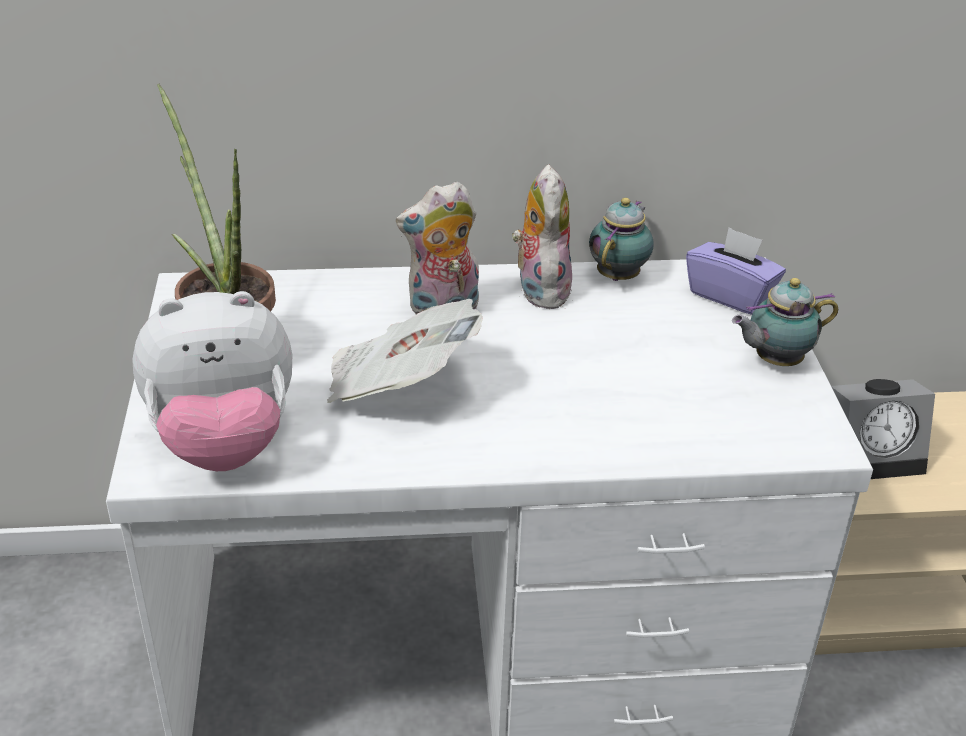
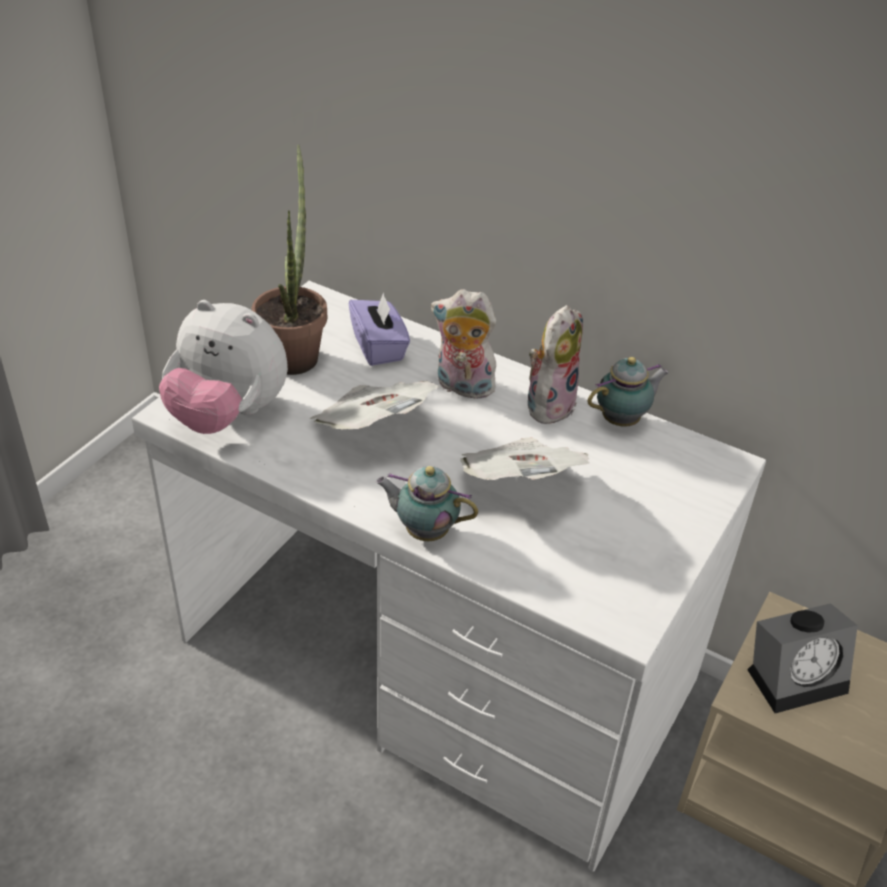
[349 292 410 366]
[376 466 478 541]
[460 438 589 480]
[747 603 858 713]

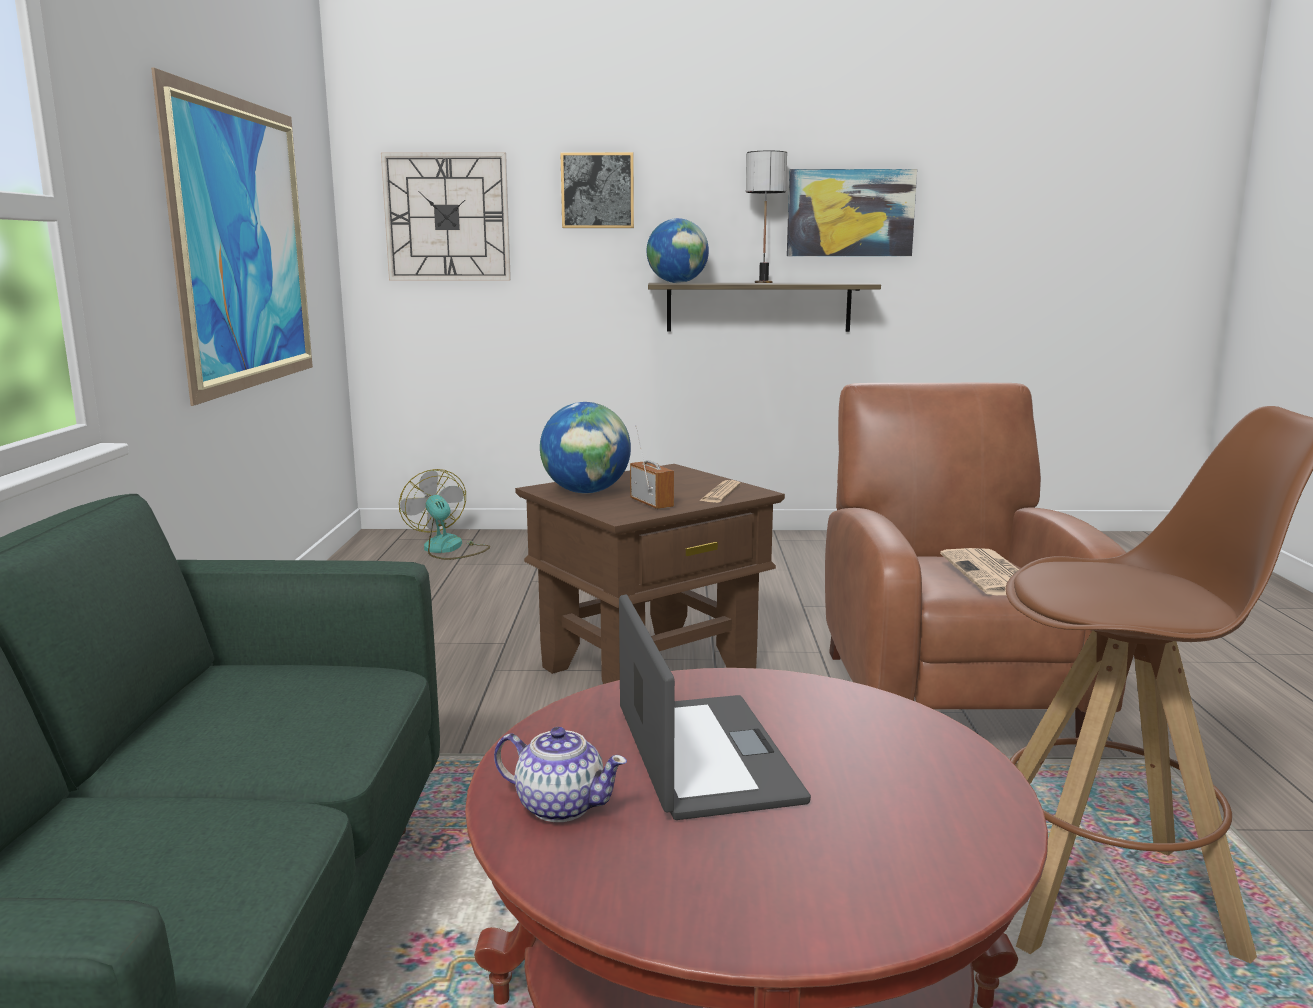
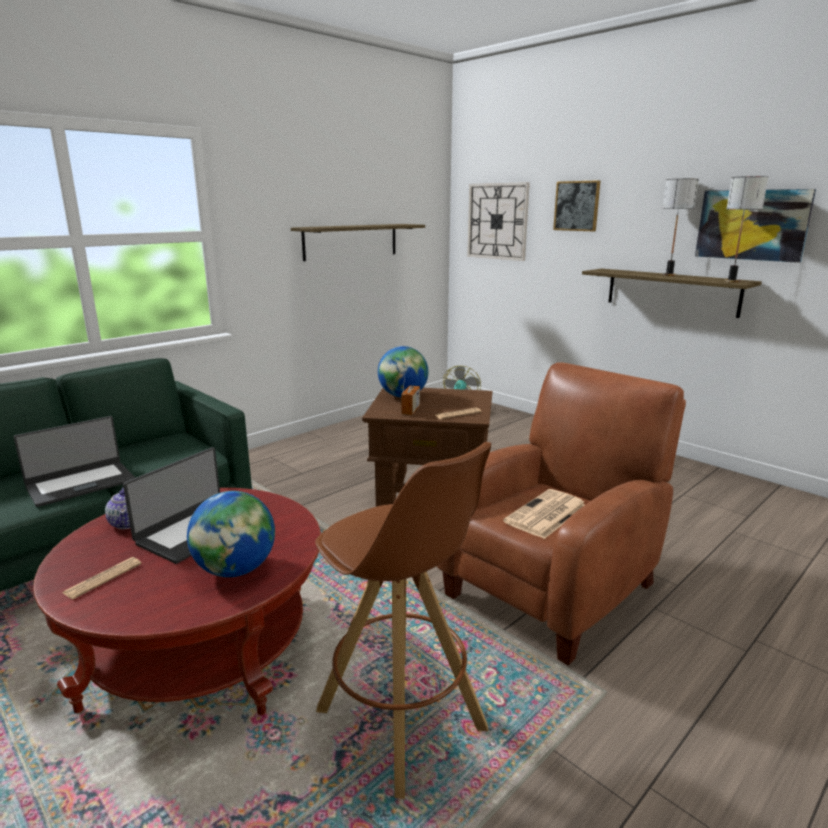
[14 416 135 507]
[62 557 142 599]
[187 491 275 577]
[291 224 425 261]
[724 176 768 283]

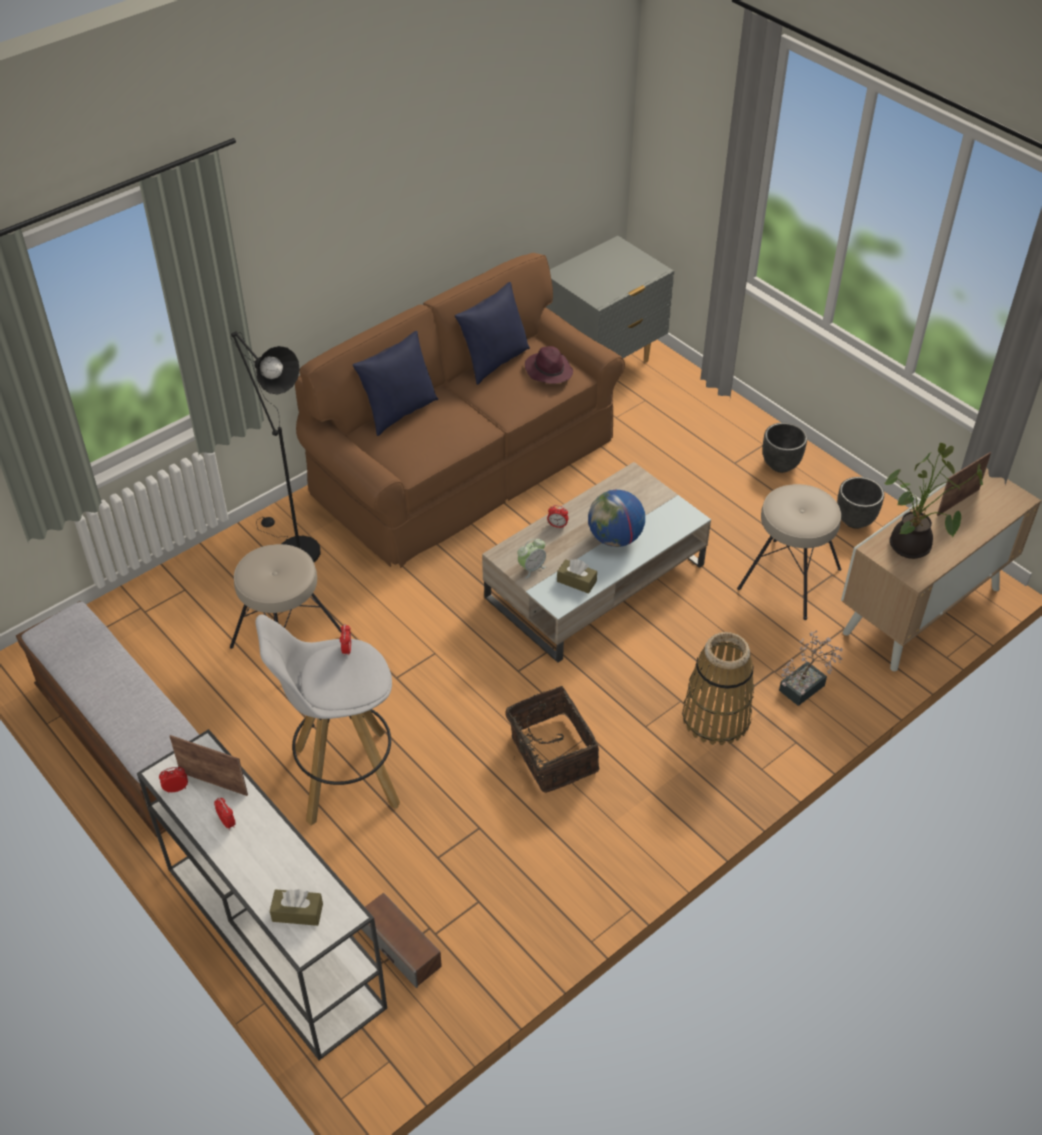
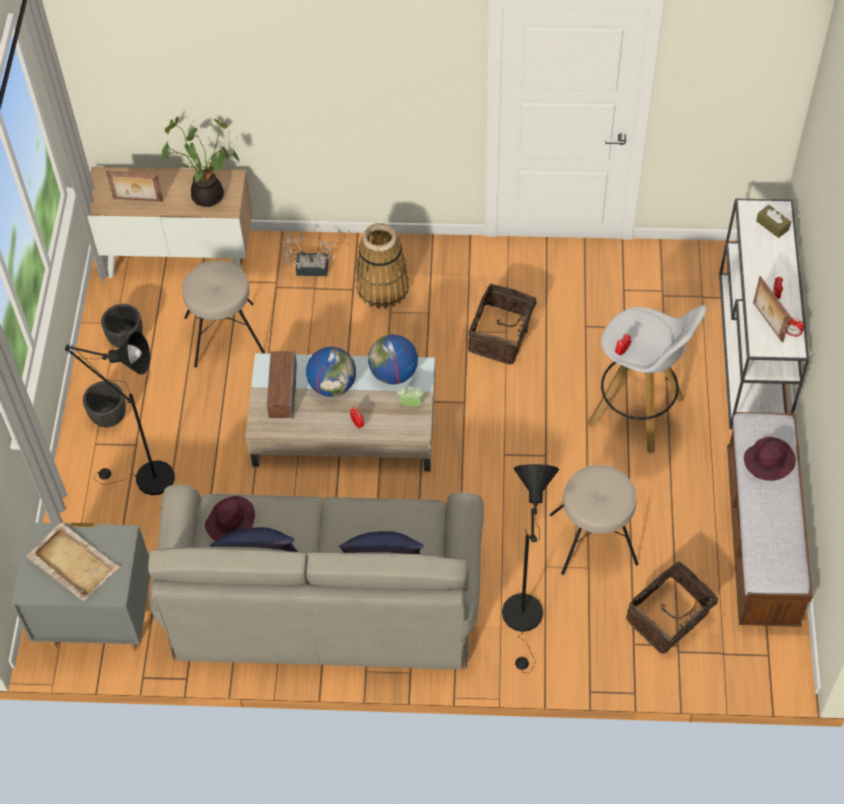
[26 522 120 601]
[65 331 175 495]
[148 484 484 669]
[267 351 297 419]
[368 334 418 384]
[626 561 725 654]
[744 437 796 481]

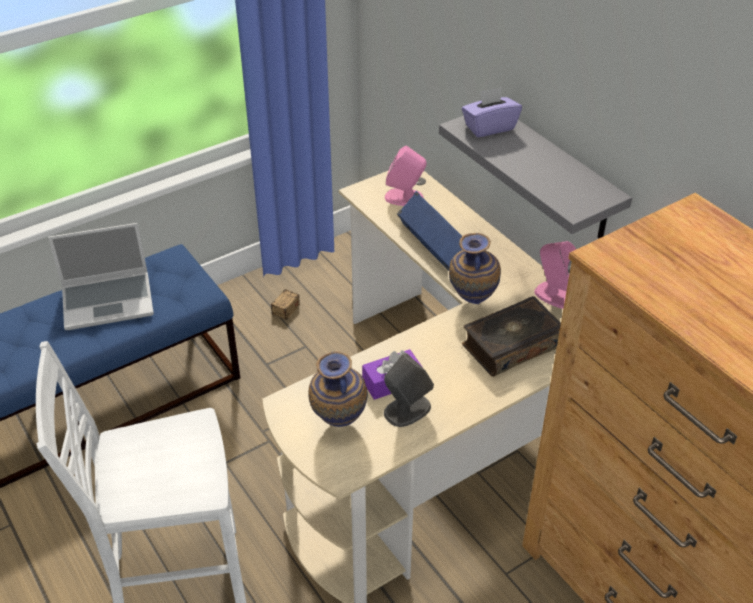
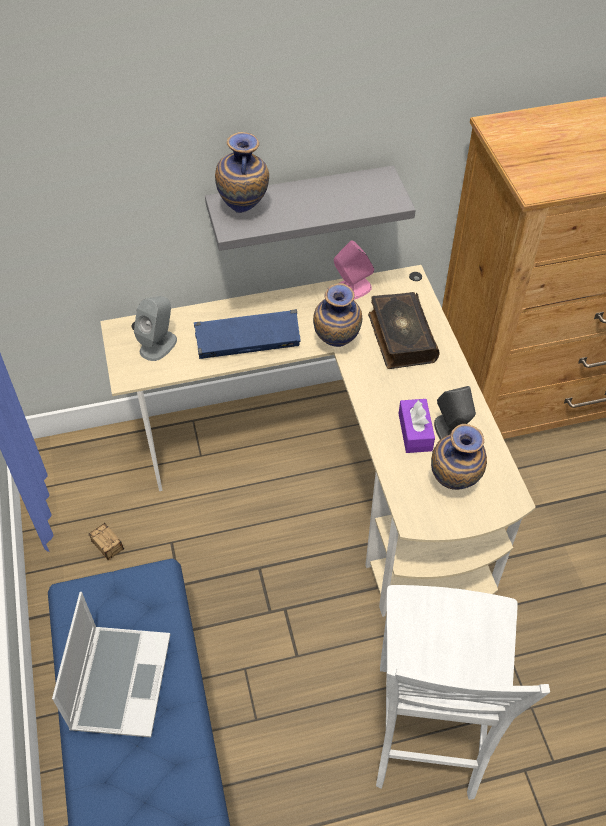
[134 296 177 361]
[215 132 269 213]

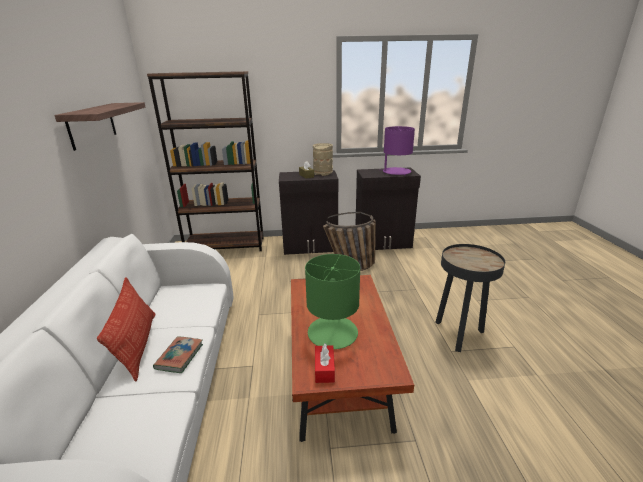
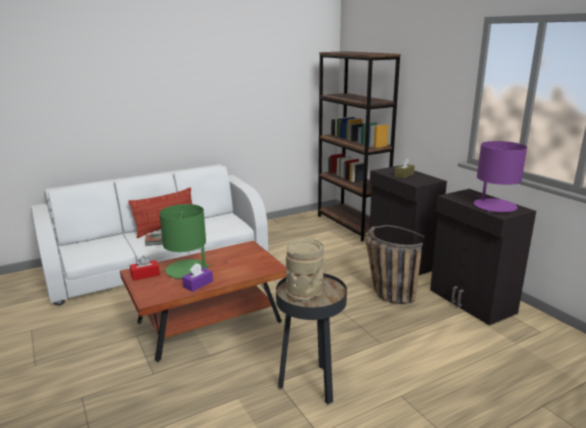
[182 263 213 292]
[286 238 324 301]
[54 102 146 151] (first image)

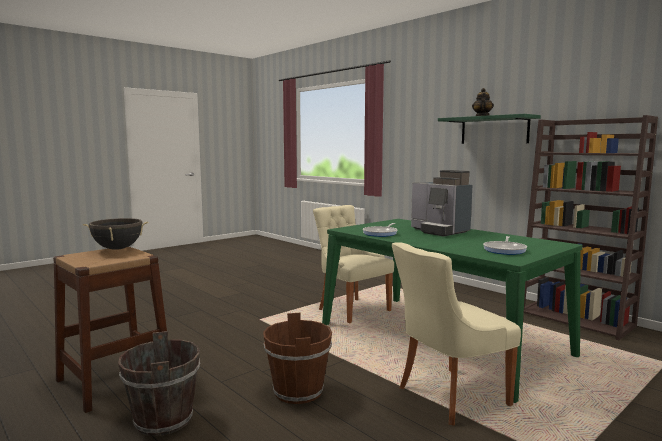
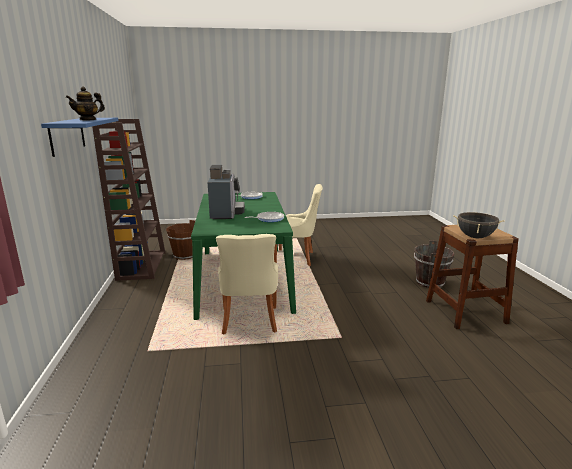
[41 118 118 157]
[166 220 195 260]

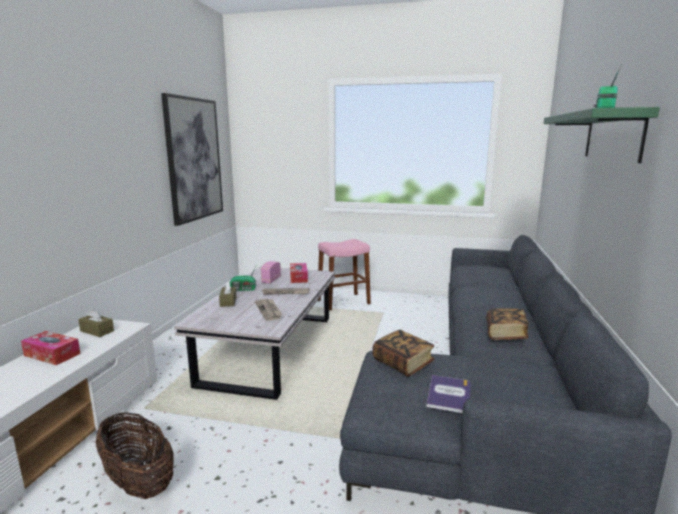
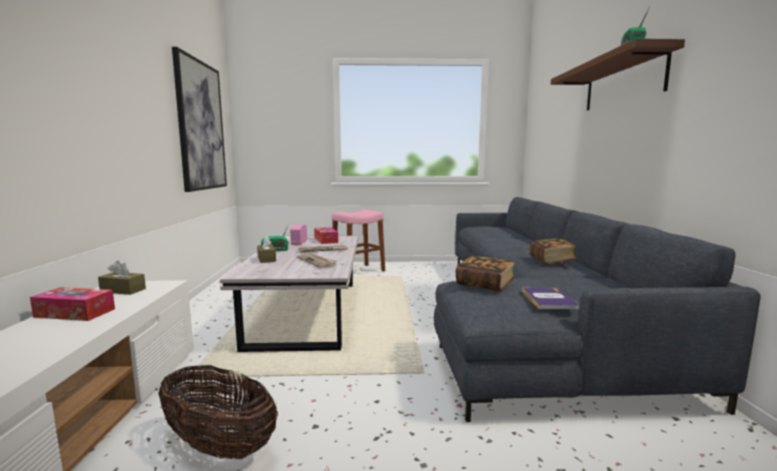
[551 39 685 111]

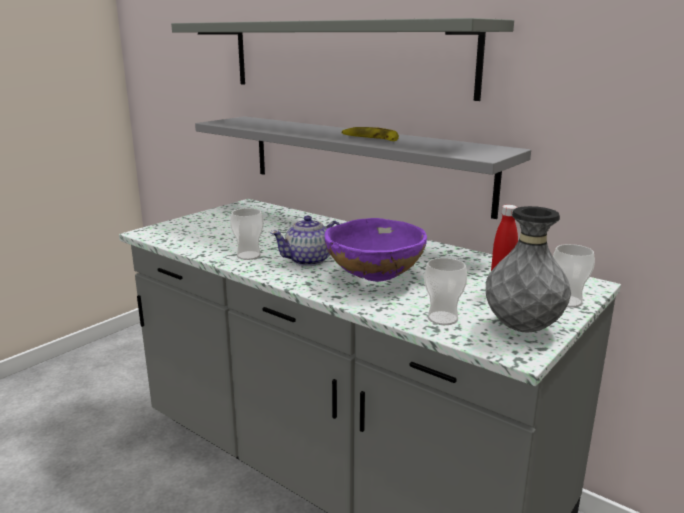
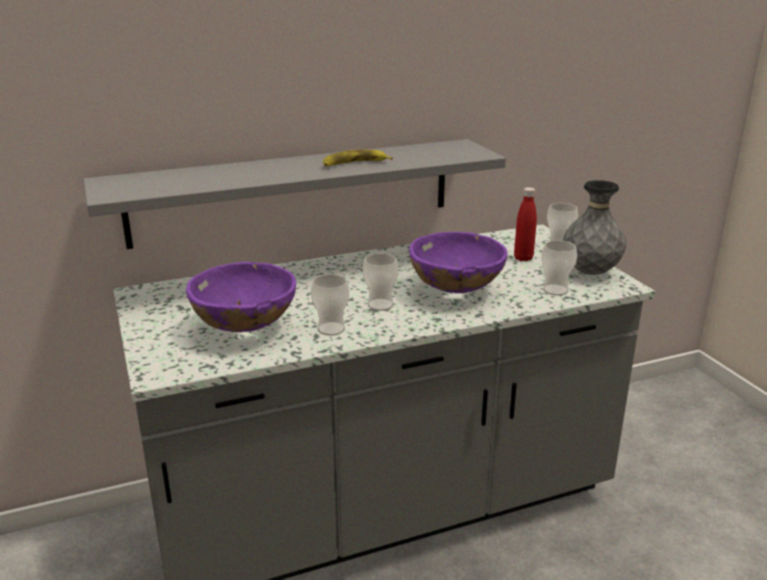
[186 262 296 332]
[363 253 399 311]
[171 18 514 101] (first image)

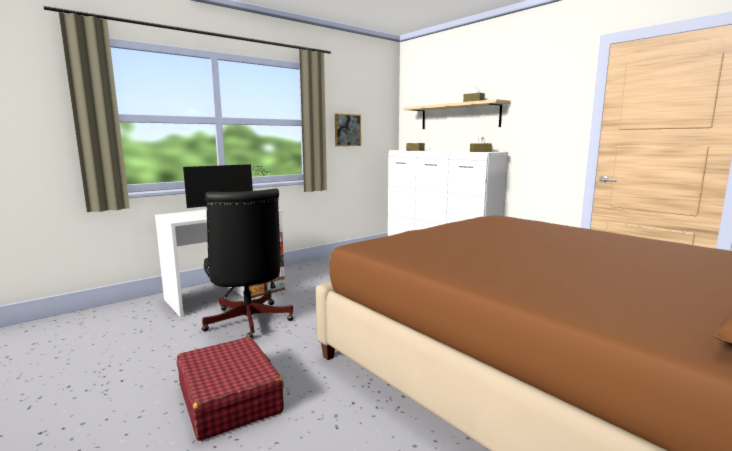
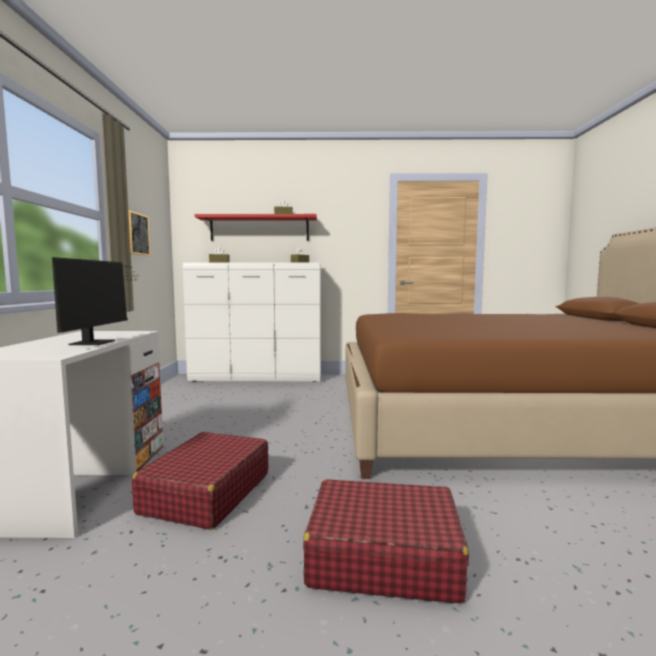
[132 432 268 530]
[194 214 317 241]

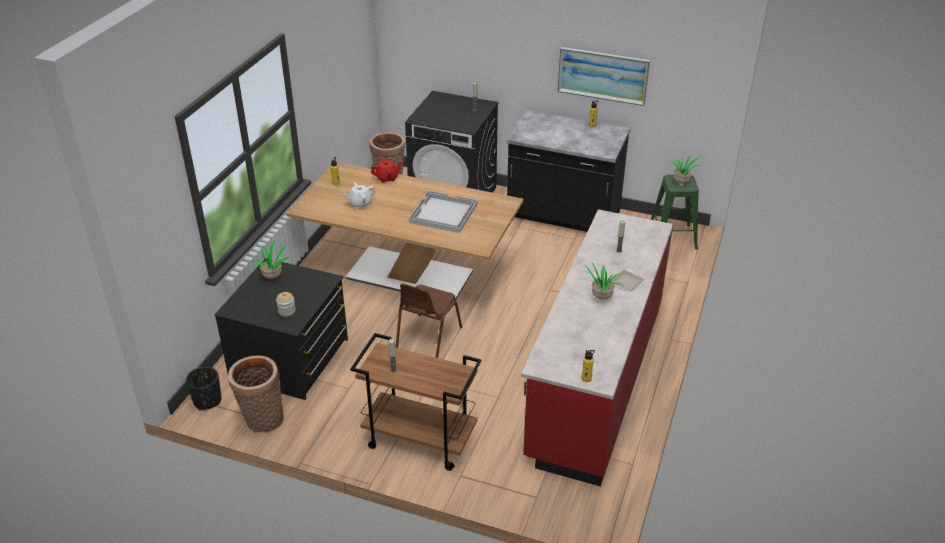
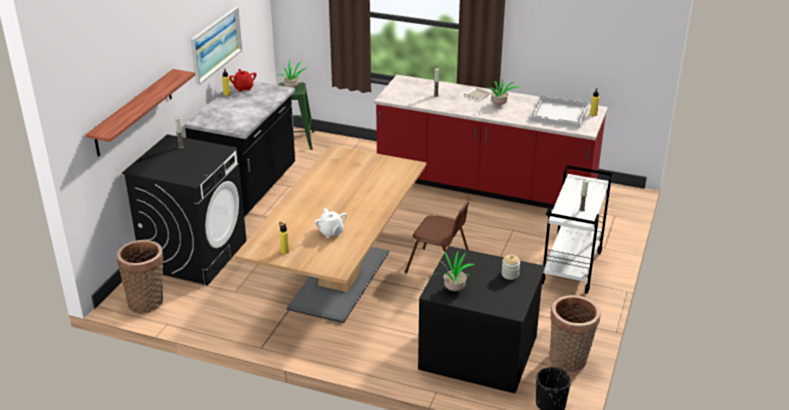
[86 69 195 157]
[229 69 256 92]
[530 95 589 128]
[542 165 613 294]

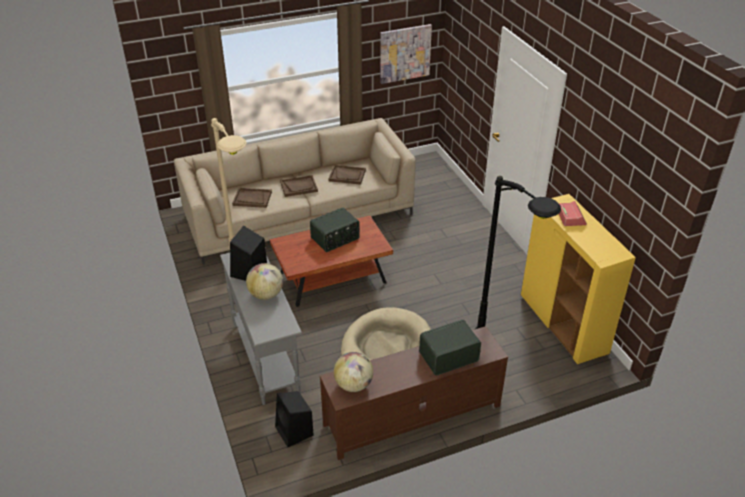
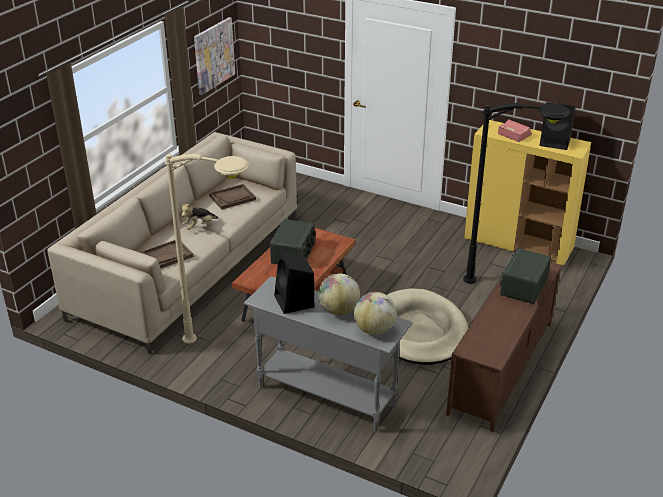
[181 204 218 230]
[354 292 397 335]
[540 102 576 150]

